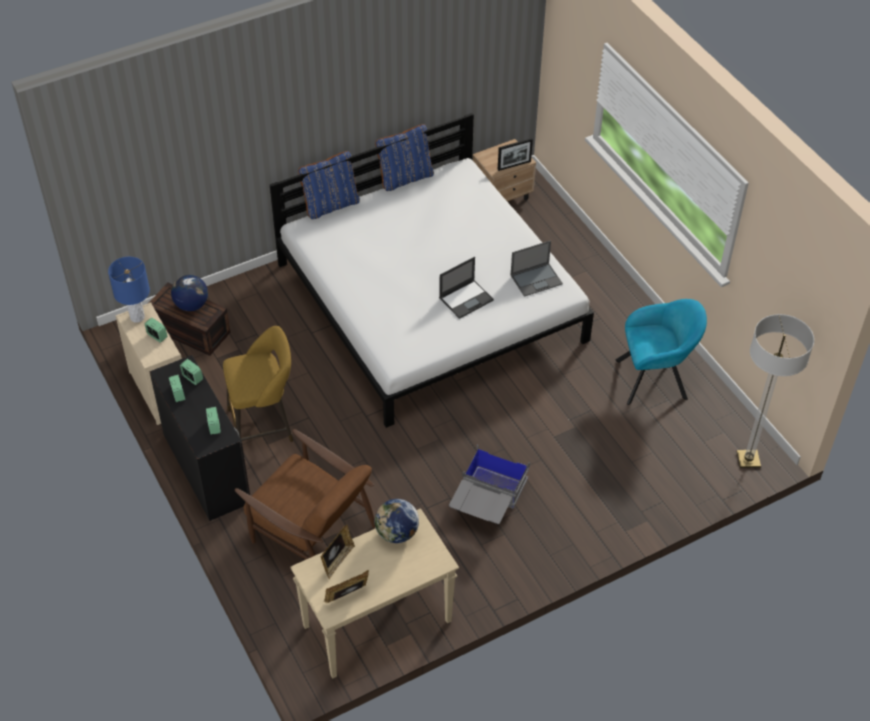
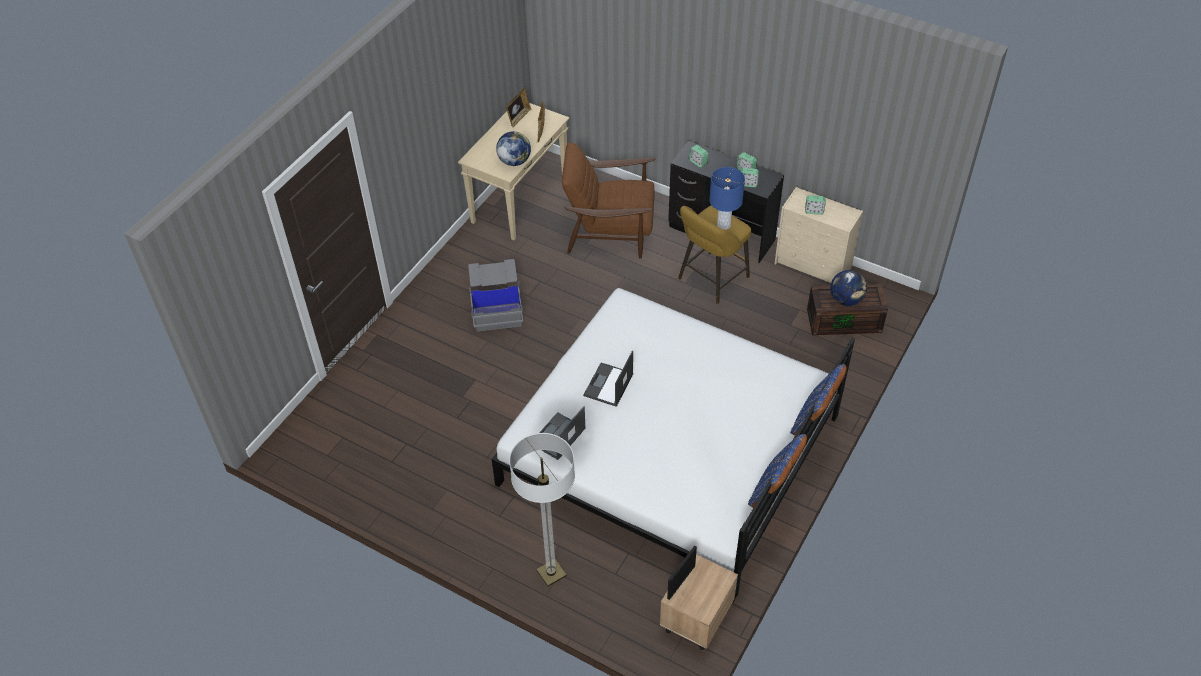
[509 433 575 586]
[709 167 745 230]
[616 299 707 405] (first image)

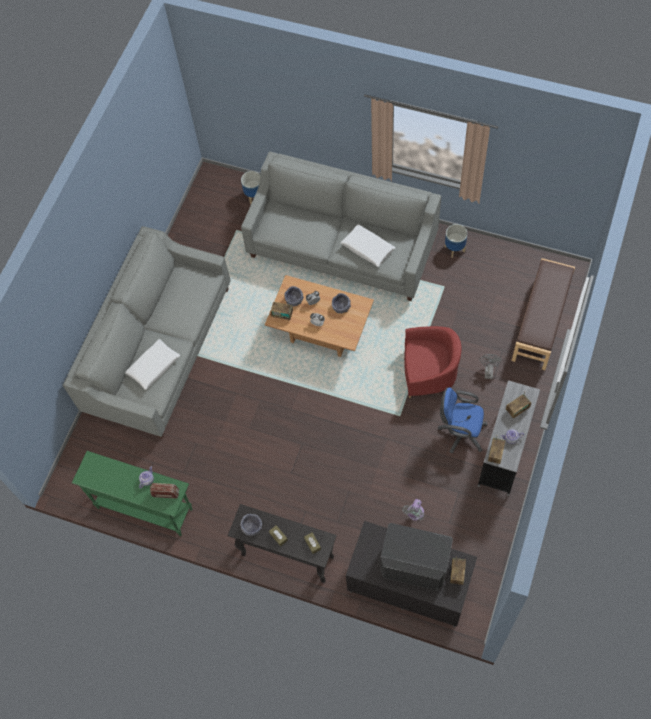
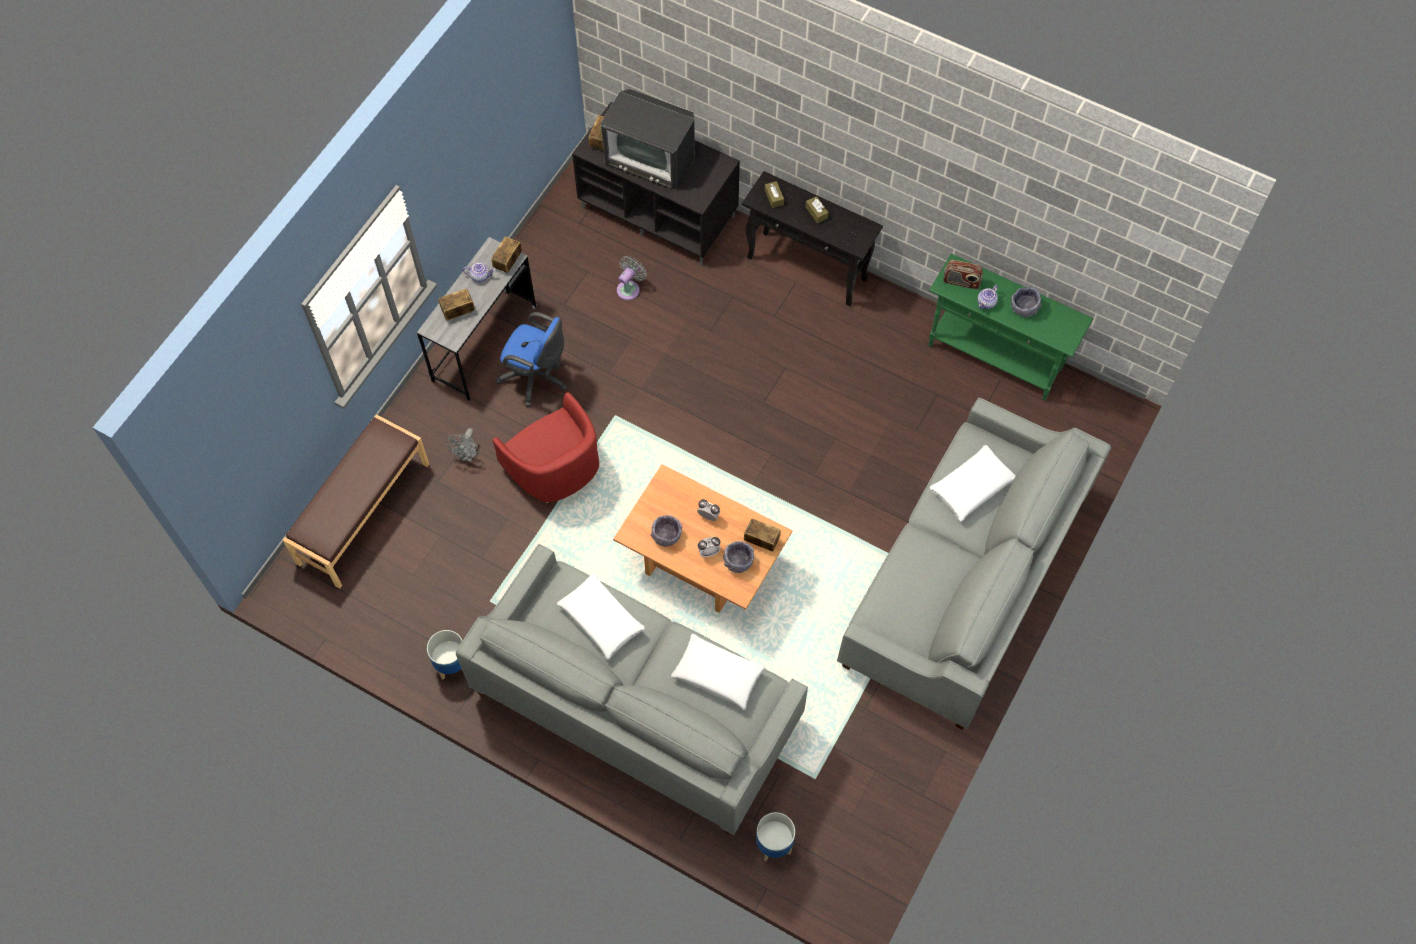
[493 392 599 503]
[671 634 765 710]
[1011 287 1041 318]

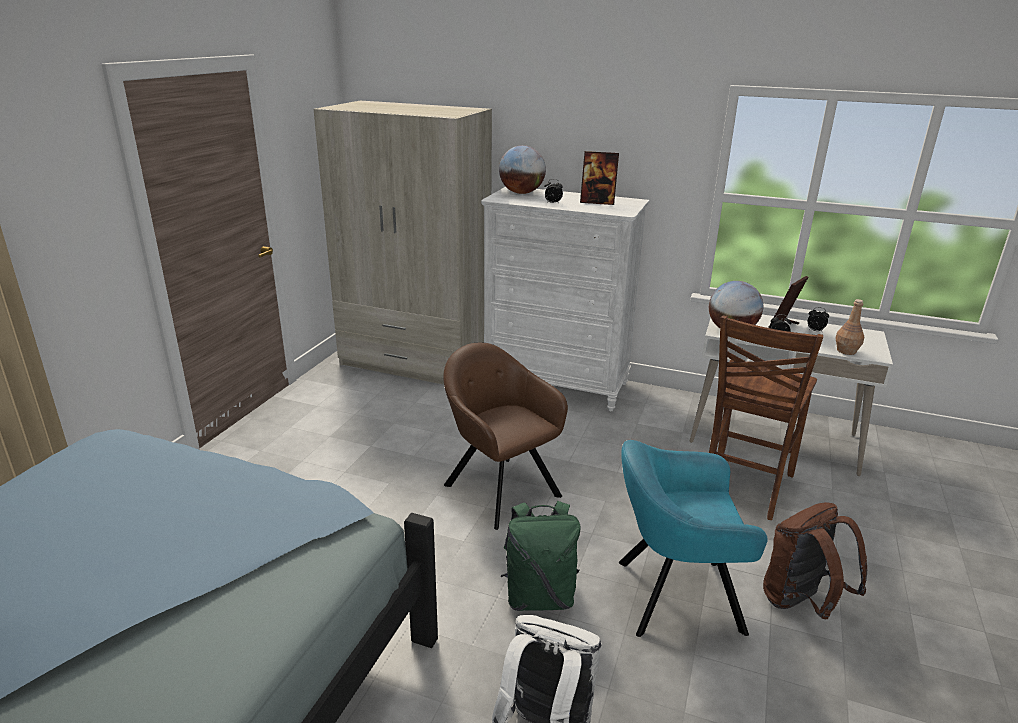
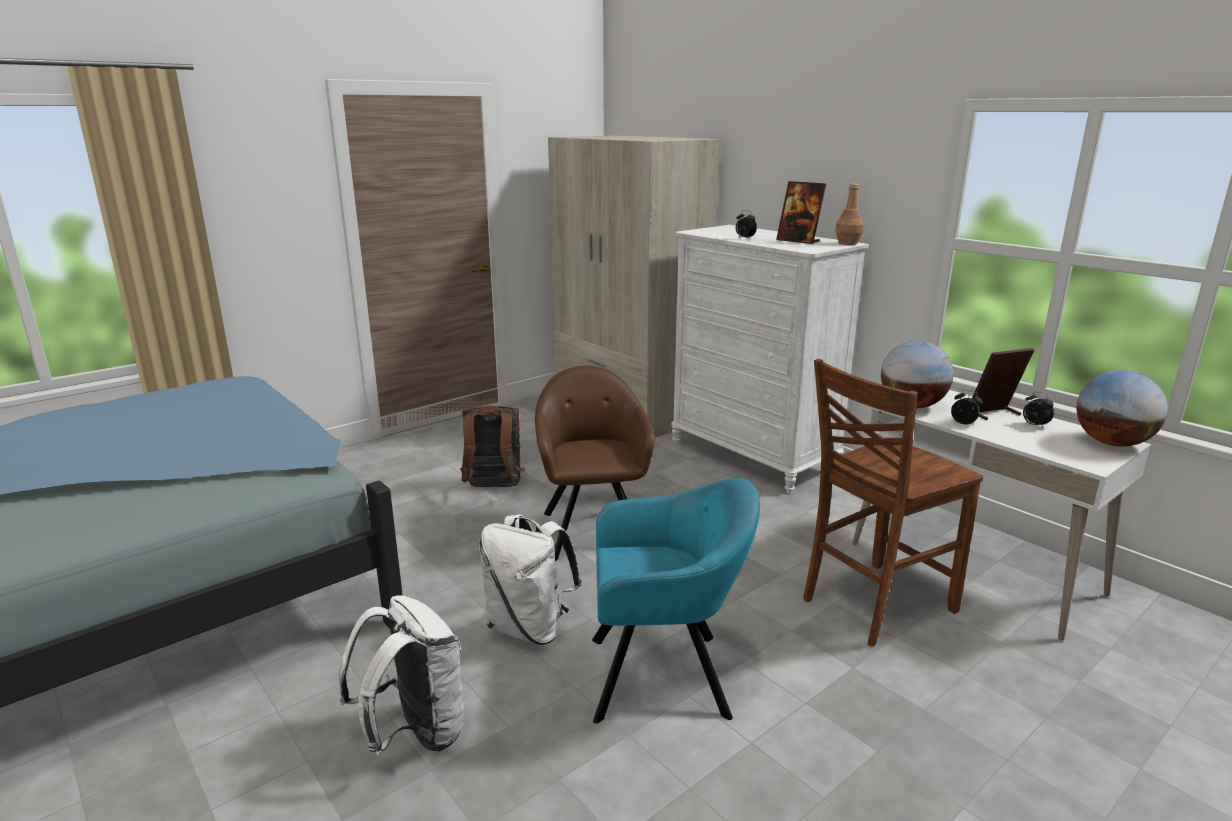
[460 406 525 487]
[479 514 582 645]
[592 478 760 723]
[835 184 864 245]
[1076 370 1168 447]

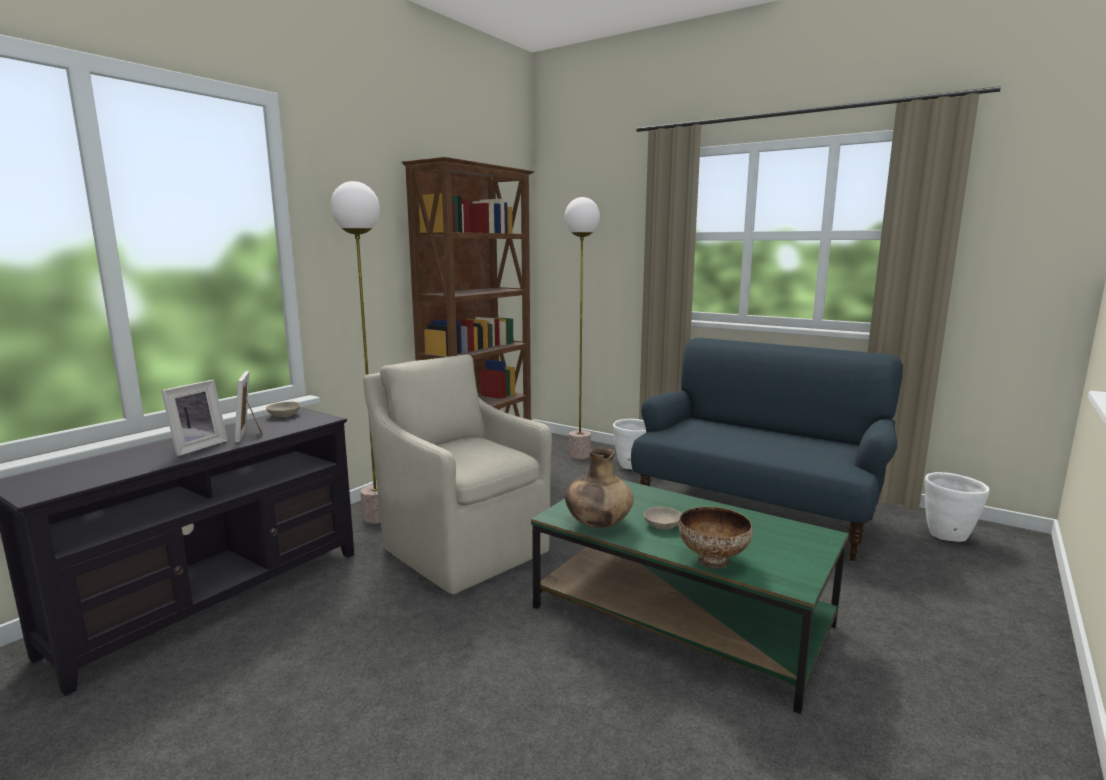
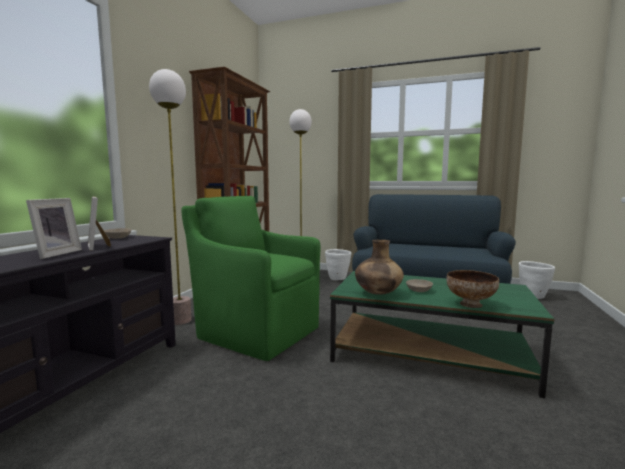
[181 196 321 361]

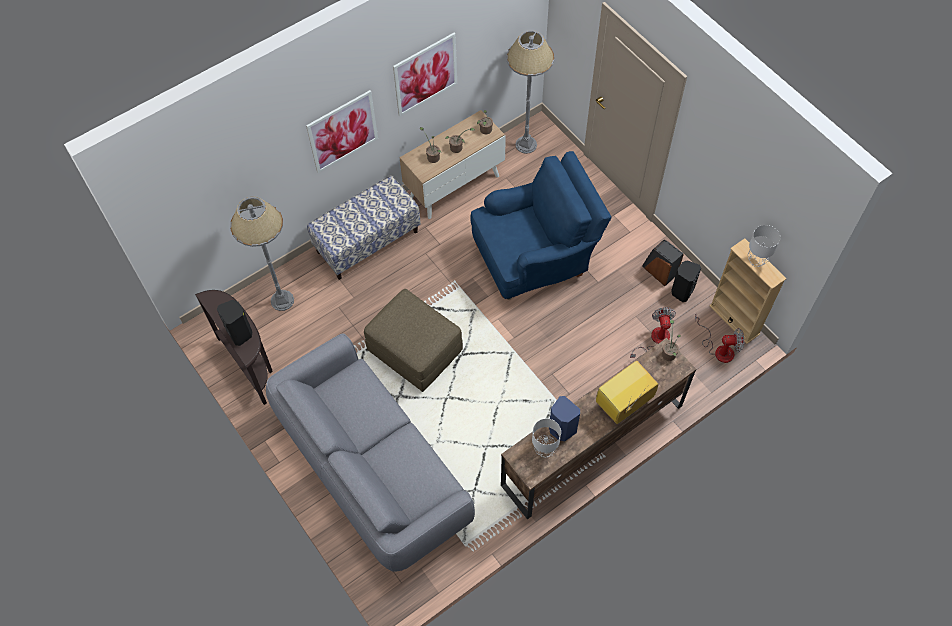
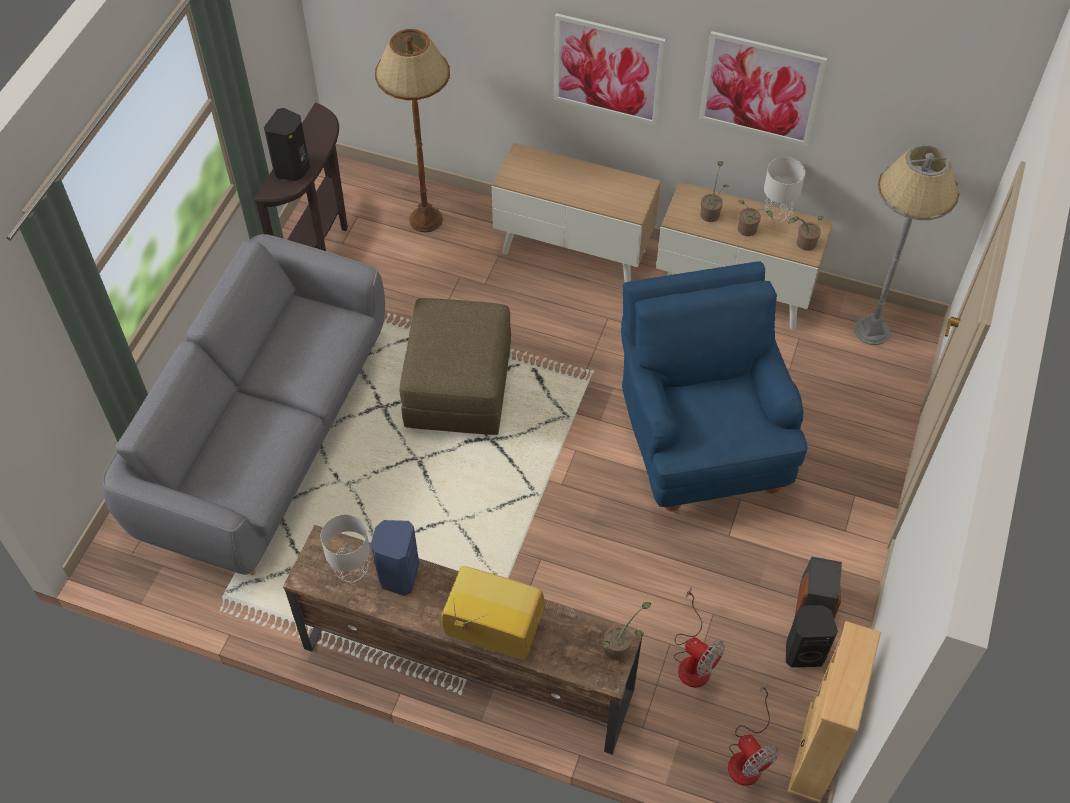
[375 29 450 232]
[492 143 661 282]
[621 261 808 511]
[674 587 725 688]
[764 157 805 223]

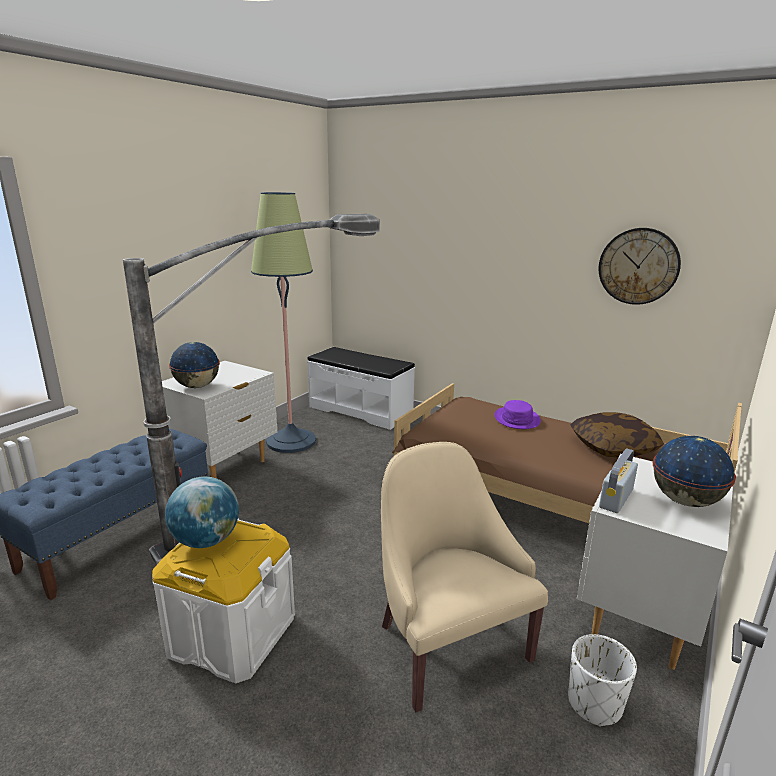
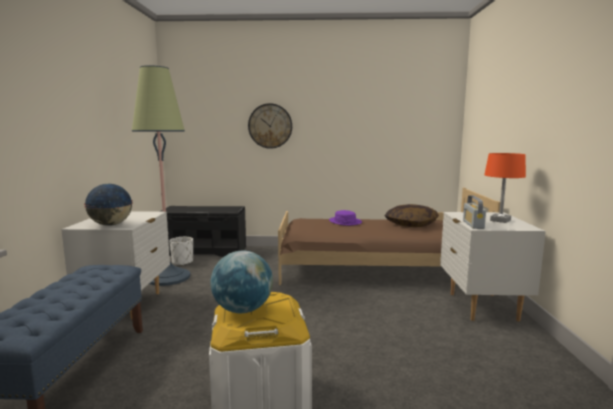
[159 206 246 257]
[169 237 193 265]
[248 103 292 149]
[484 153 526 223]
[123 214 380 565] (first image)
[381 442 548 712] (first image)

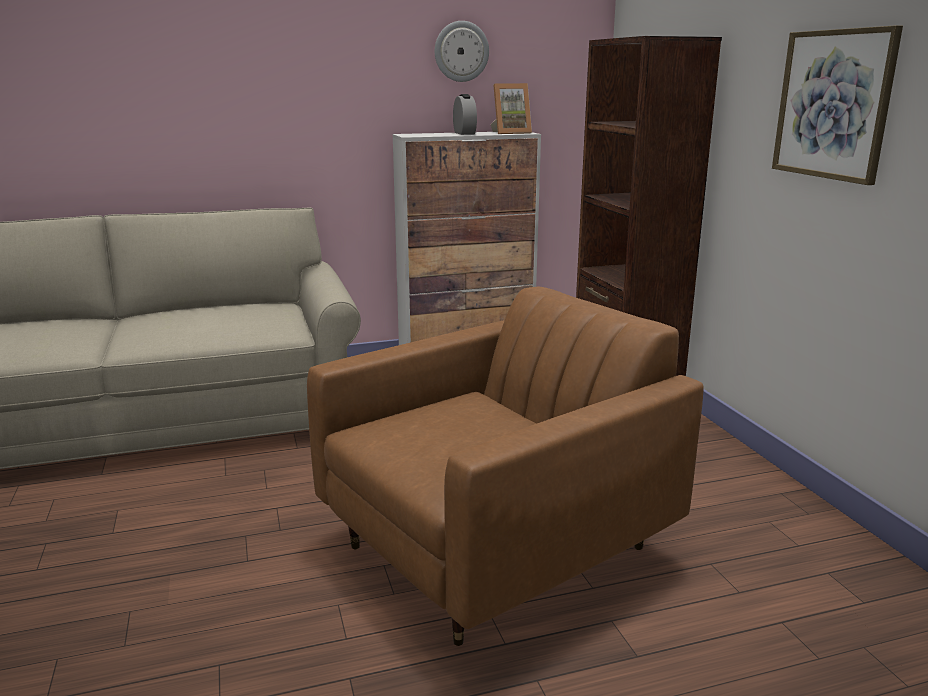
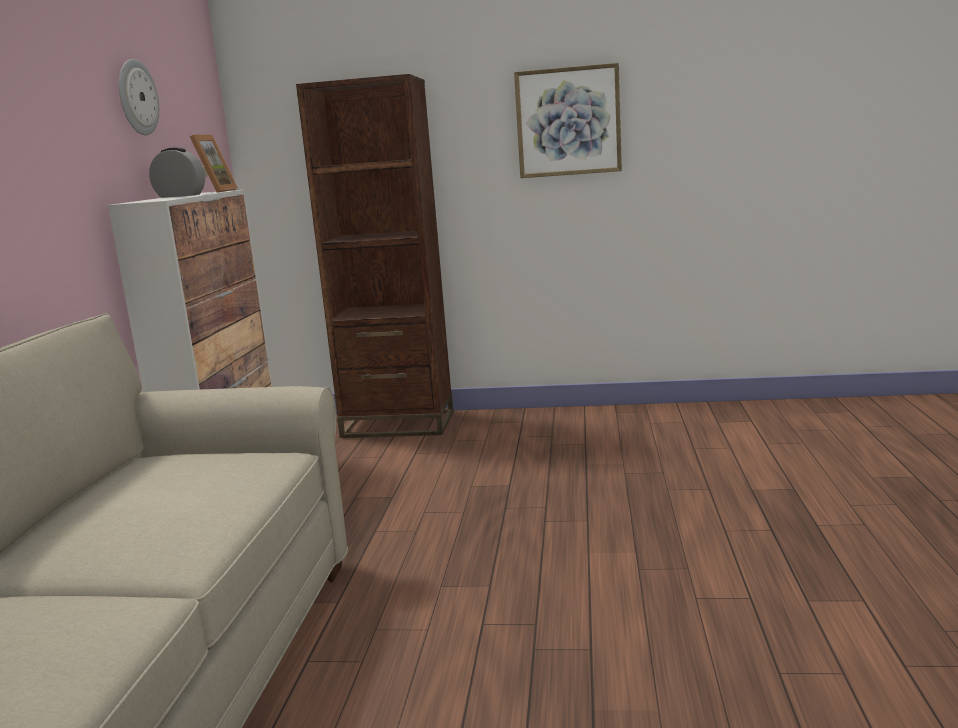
[307 287 704 646] (first image)

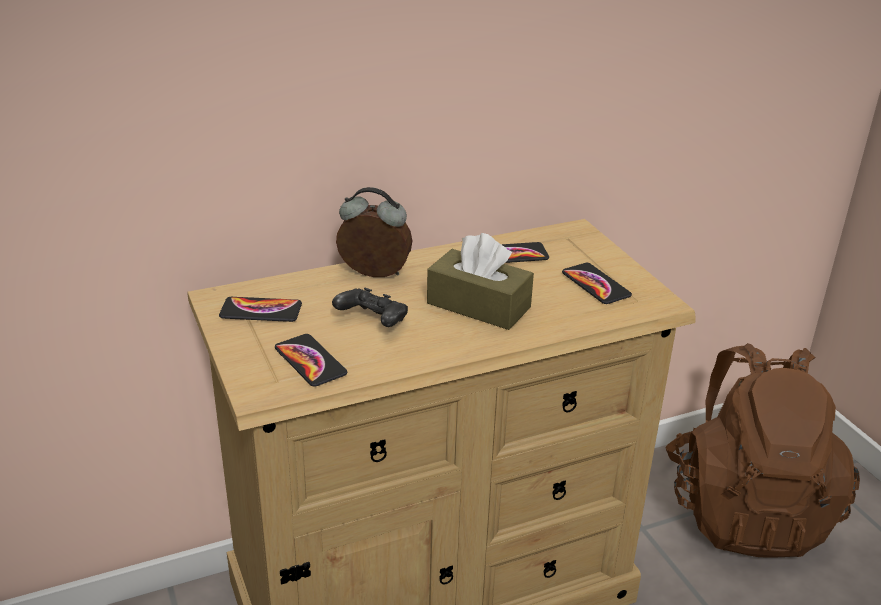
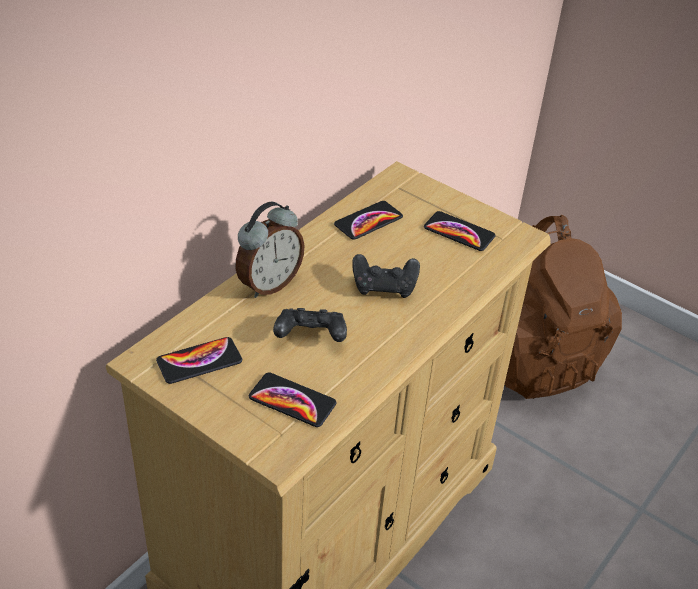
[236 202 305 298]
[352 254 420 298]

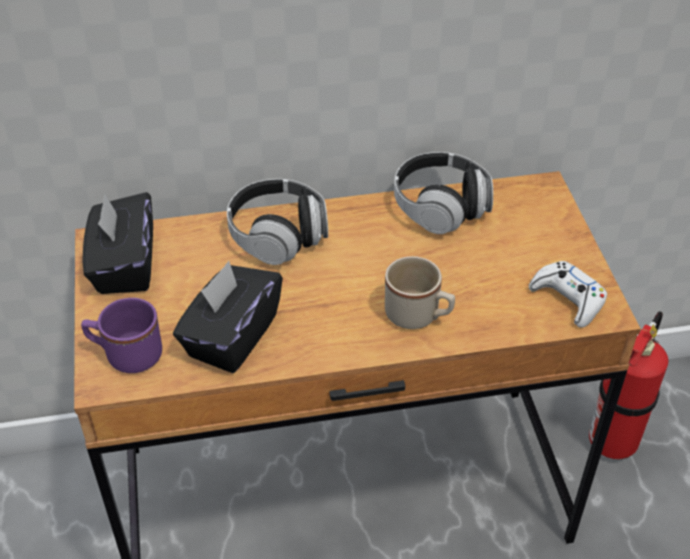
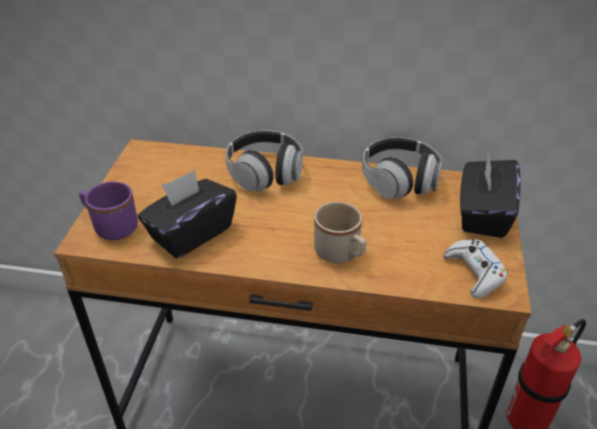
[460 152 521 238]

